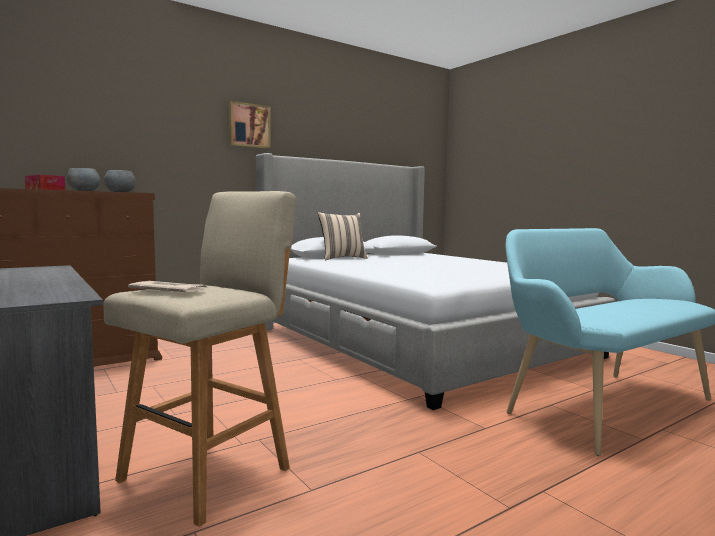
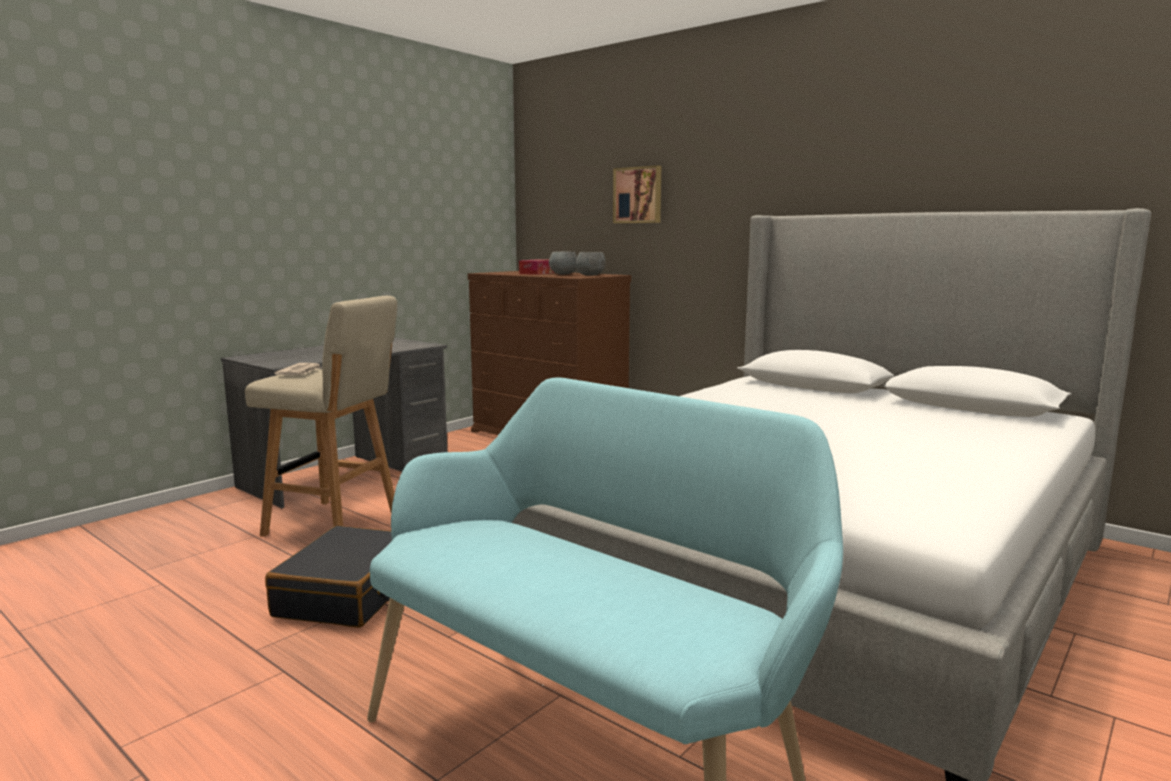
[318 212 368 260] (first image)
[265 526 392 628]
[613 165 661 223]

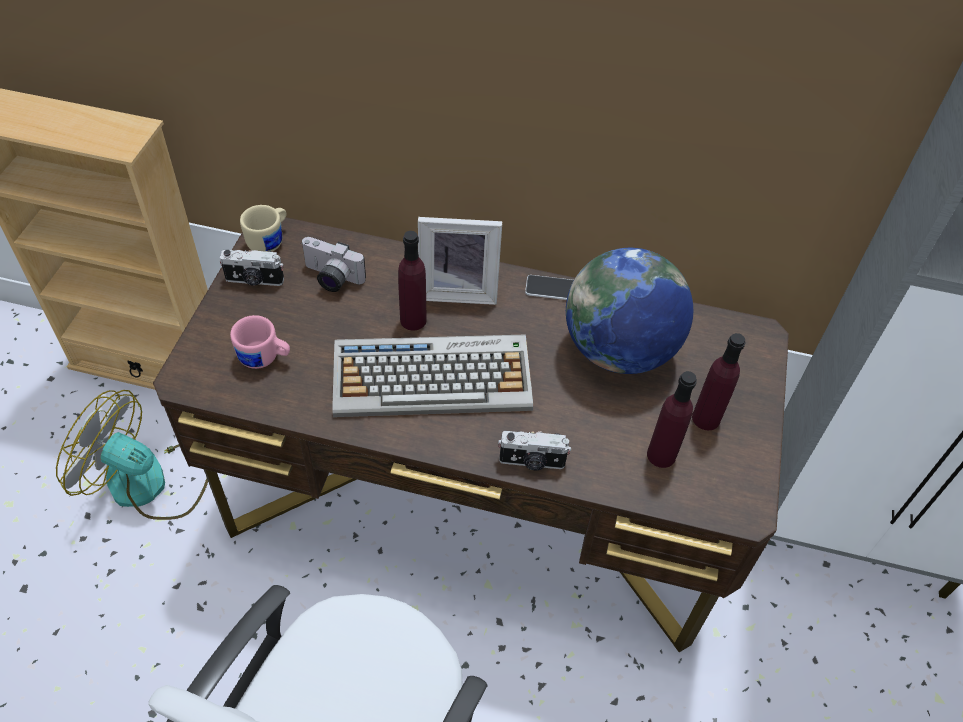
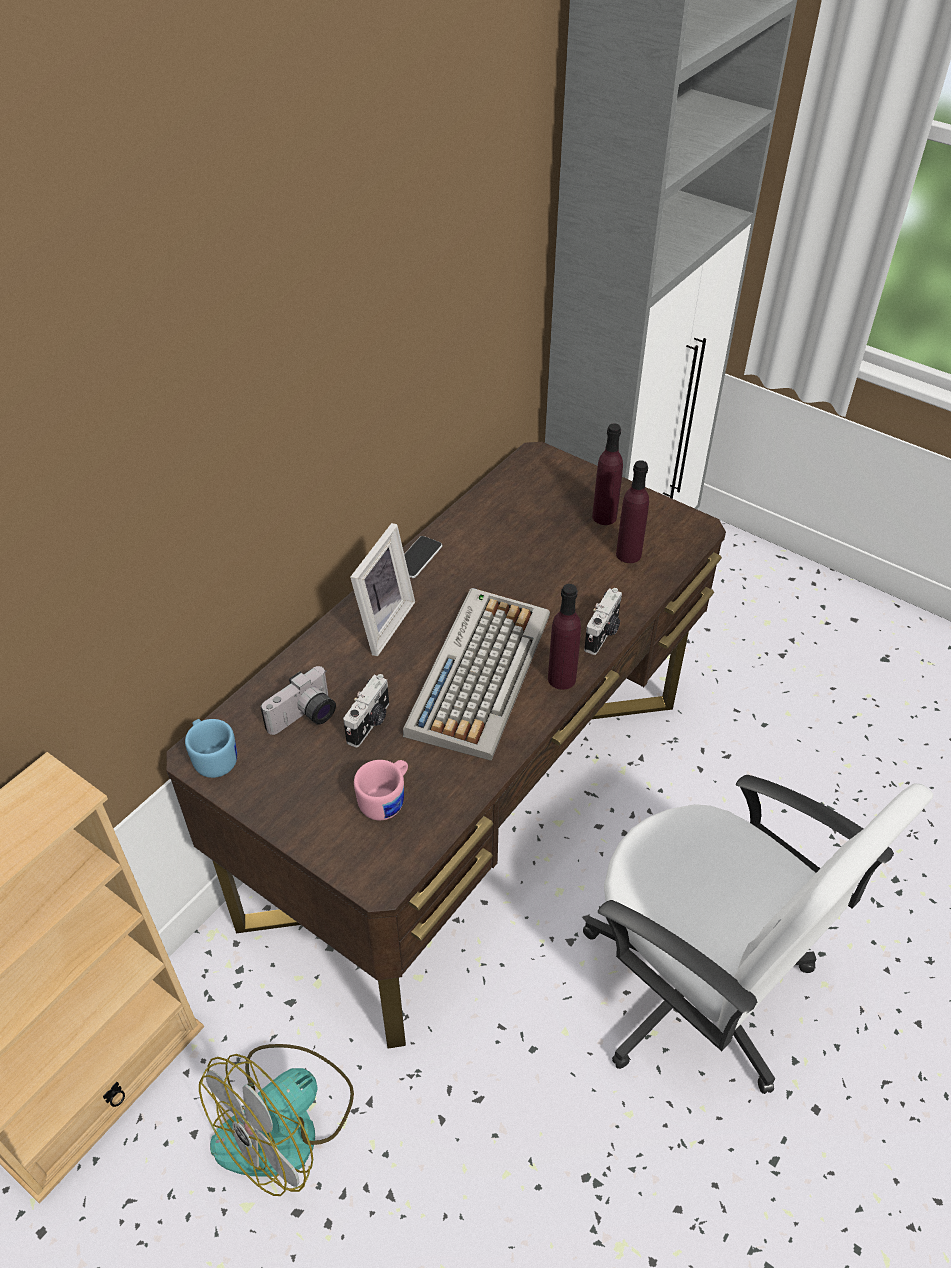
[566 248 693 374] (first image)
[343 674 389 747]
[548 584 581 690]
[185 719 237 778]

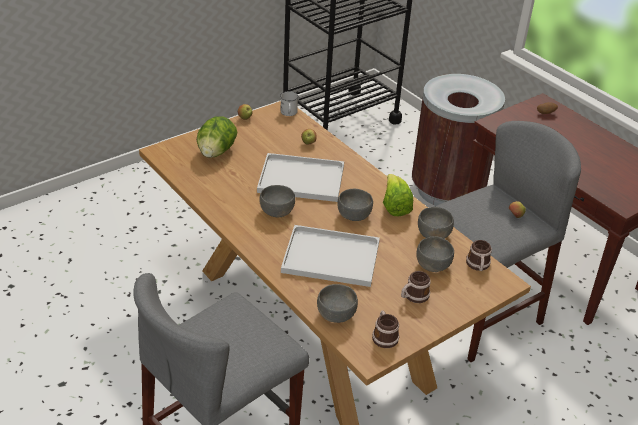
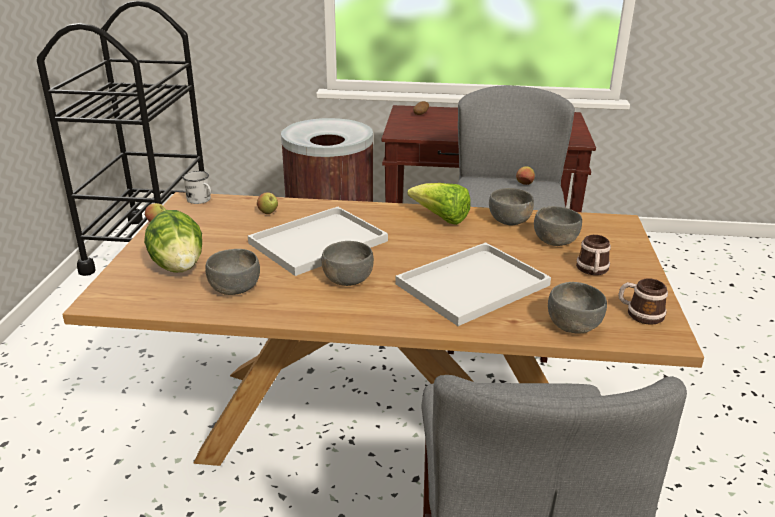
[466 240 492 271] (first image)
[205 249 260 295]

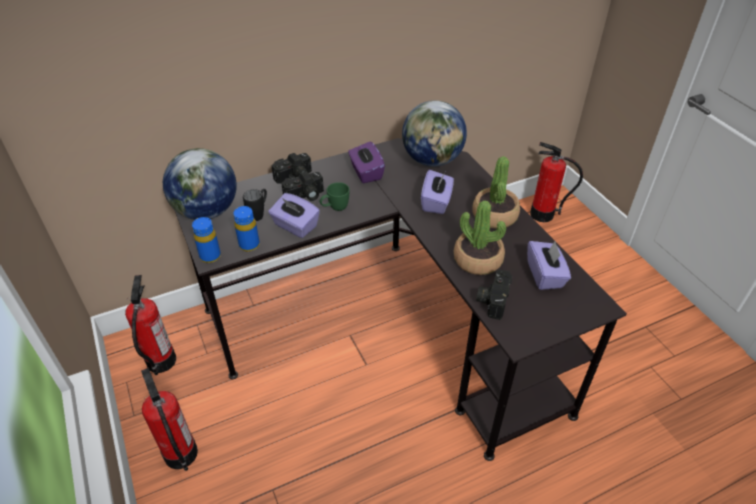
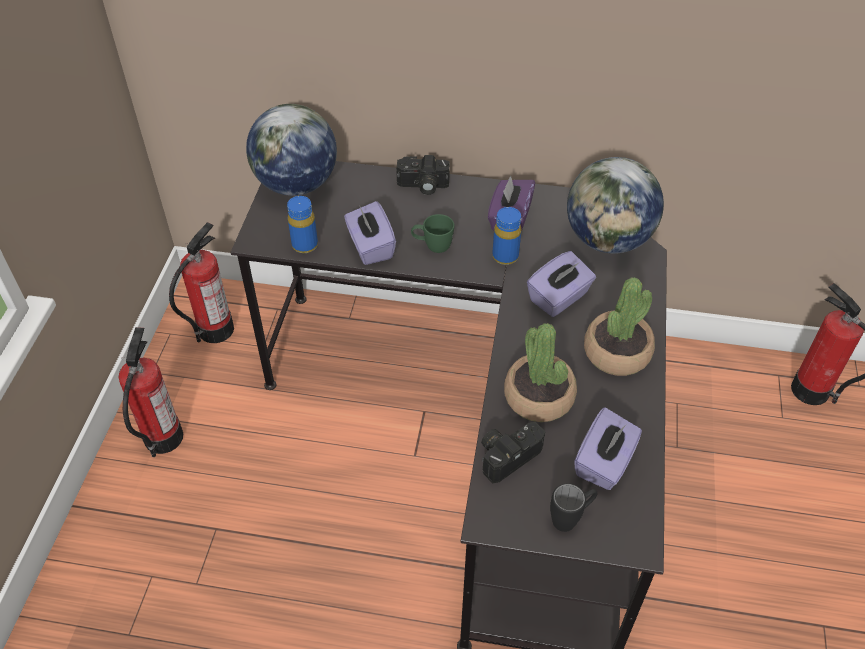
[282 171 324 201] (first image)
[492 207 521 265]
[550 484 597 532]

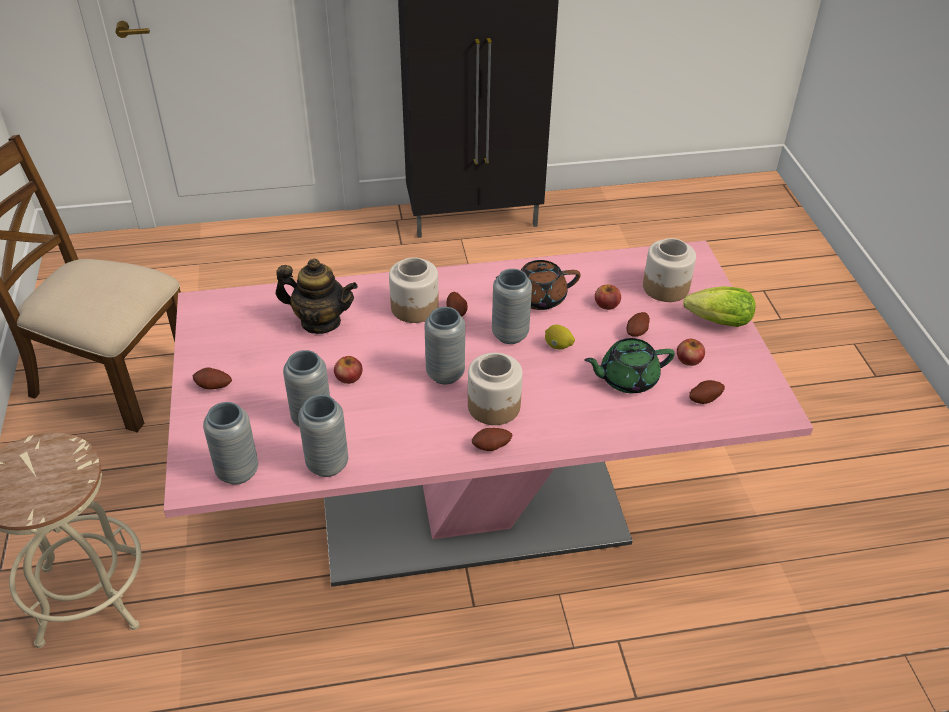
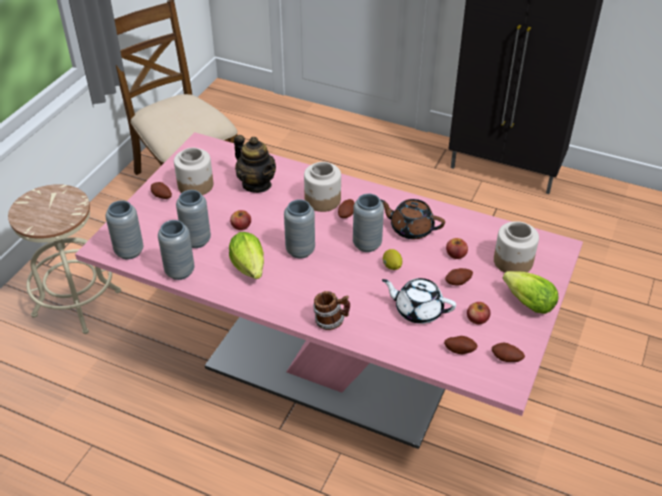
[229 232 264 279]
[313 291 350 330]
[174 148 213 195]
[492 343 525 362]
[382 278 456 324]

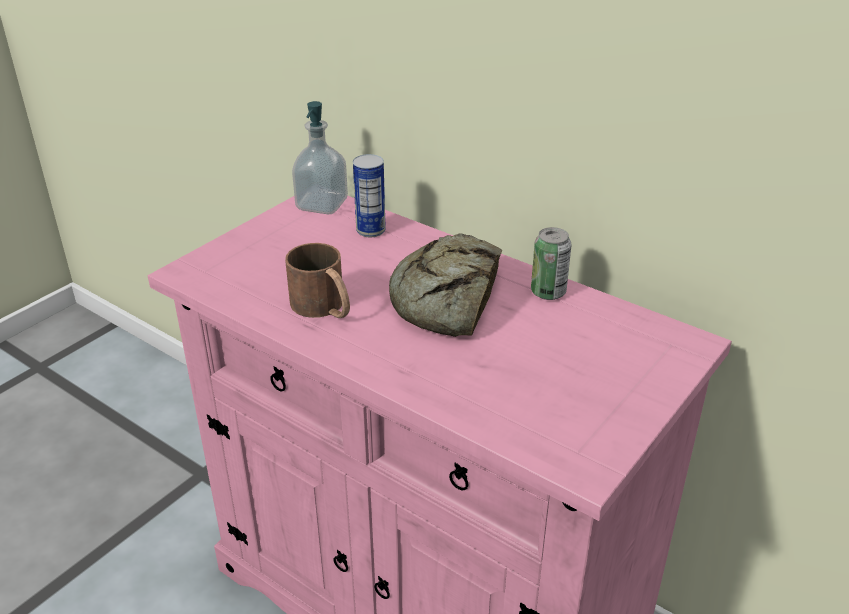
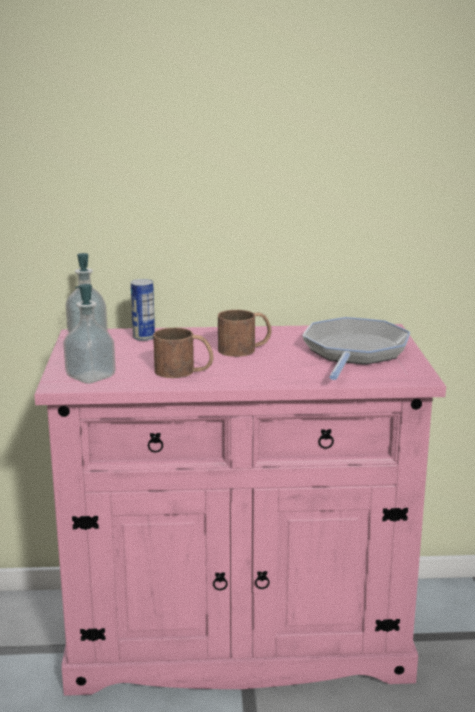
[531 227 572 300] (first image)
[63 284 116 384]
[302 317 410 380]
[218 310 272 357]

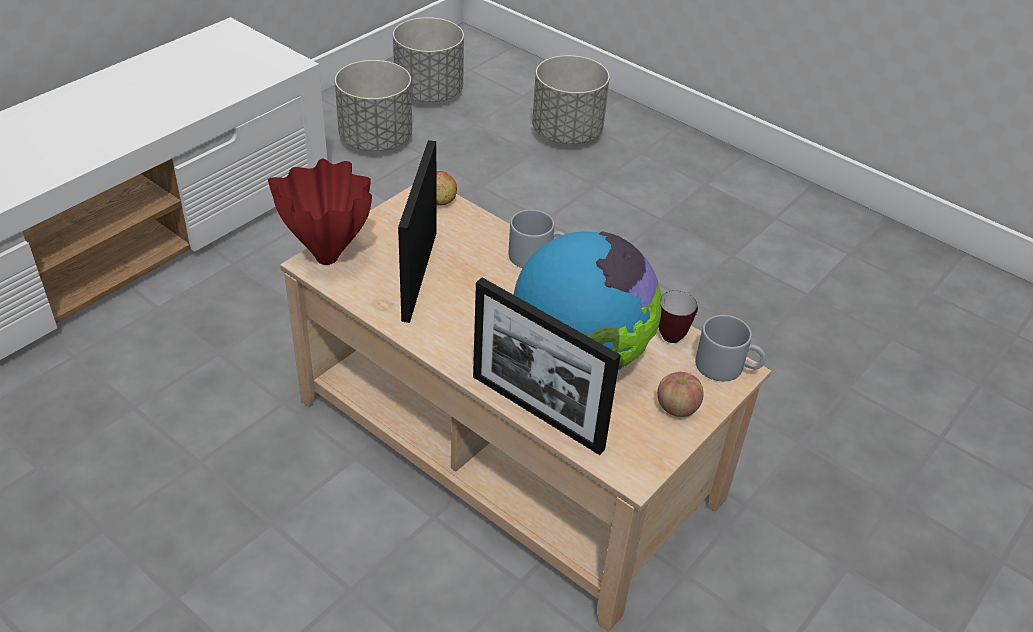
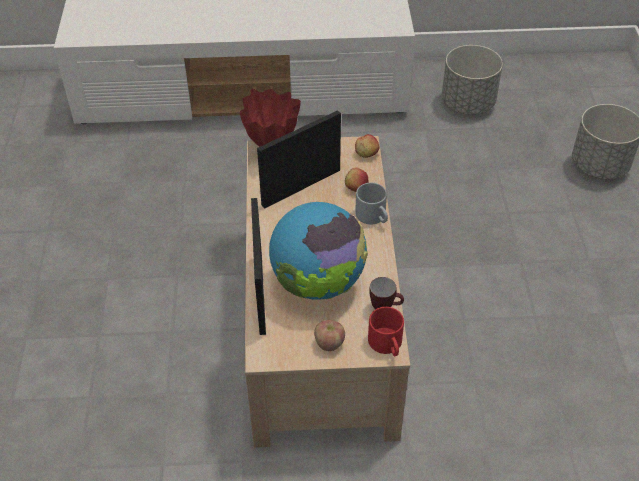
[393 17 464 102] (first image)
[345 167 368 192]
[368 307 404 356]

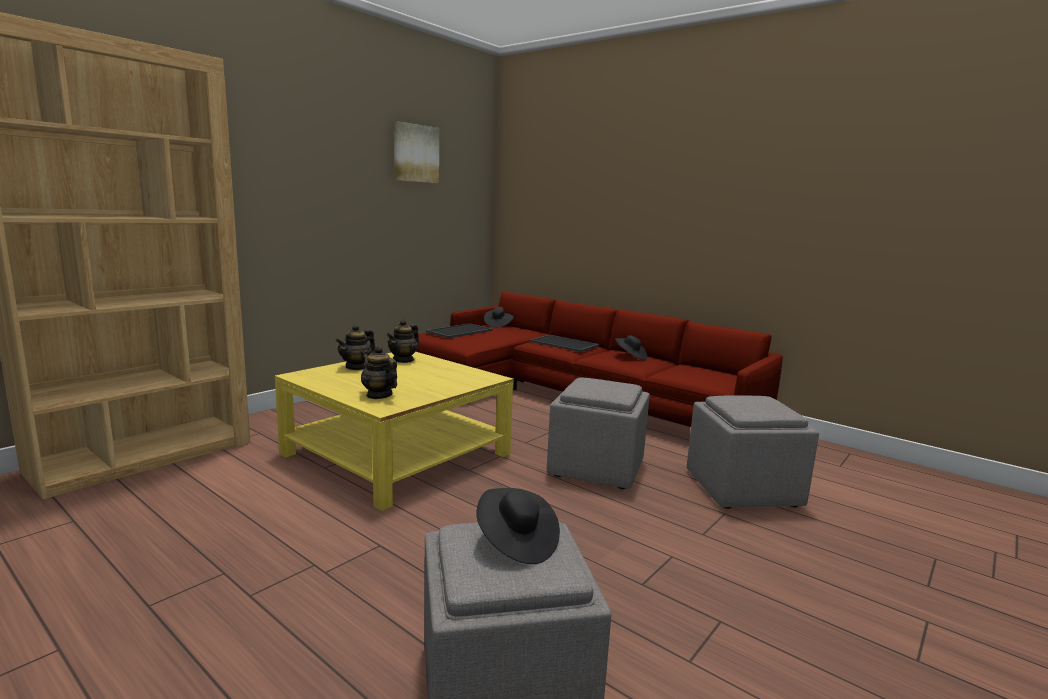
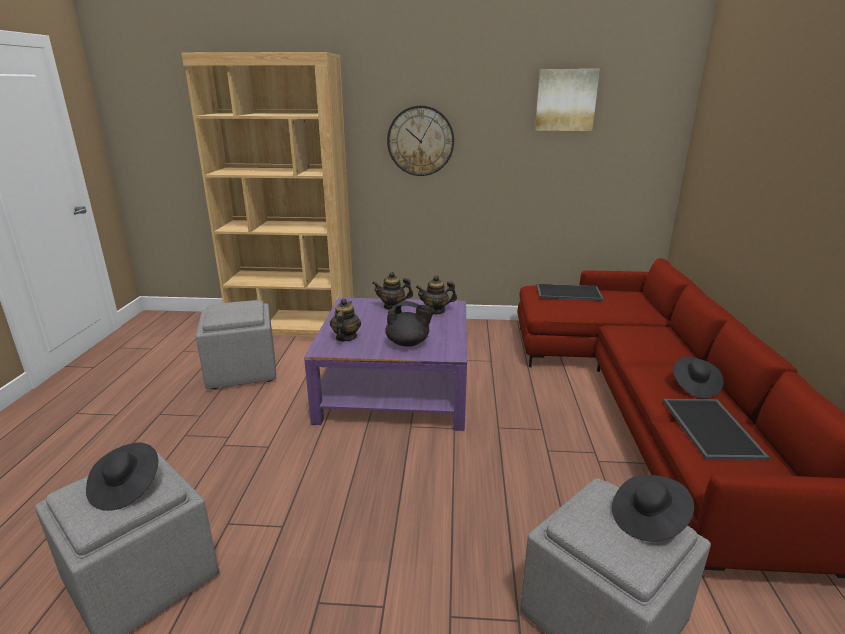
[385 301 434 347]
[387 105 454 176]
[612 475 694 542]
[663 399 770 460]
[196 300 276 389]
[304 298 467 431]

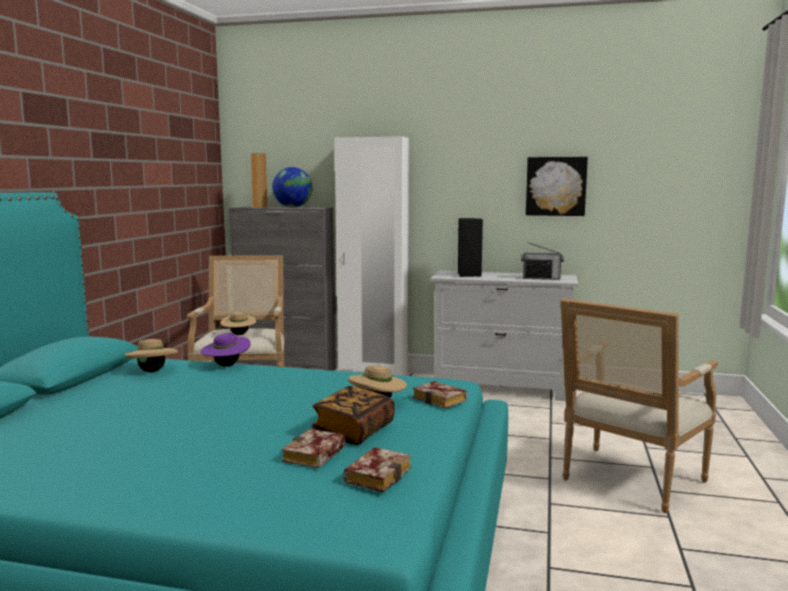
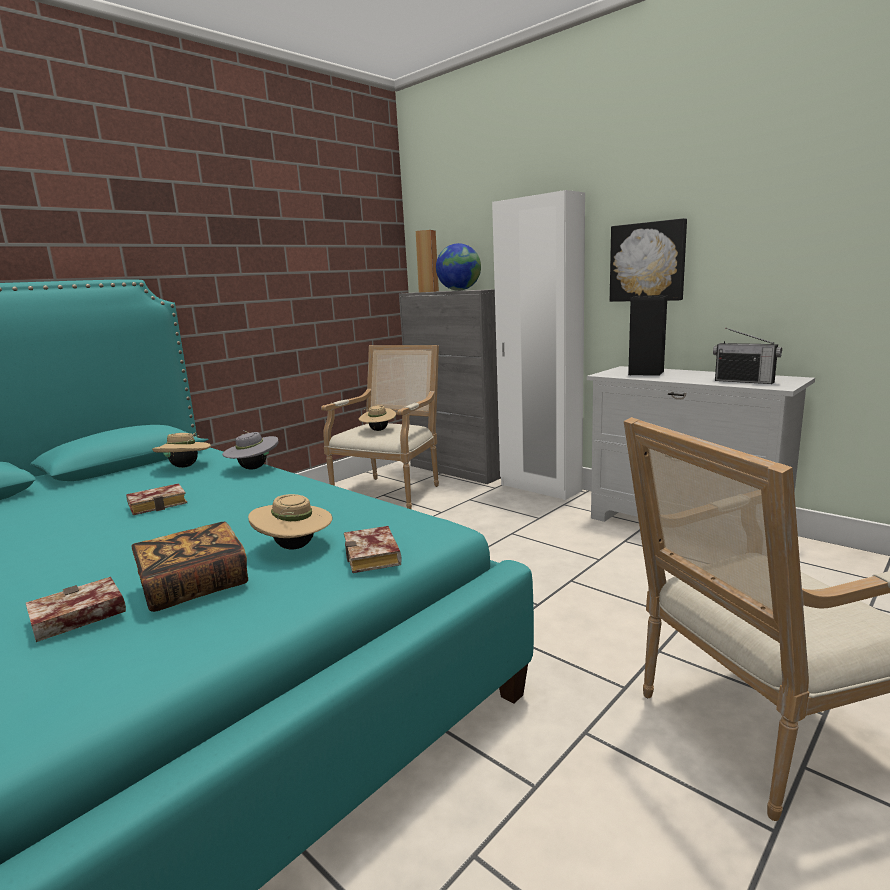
[126 483 187 515]
[610 218 687 302]
[222 431 279 470]

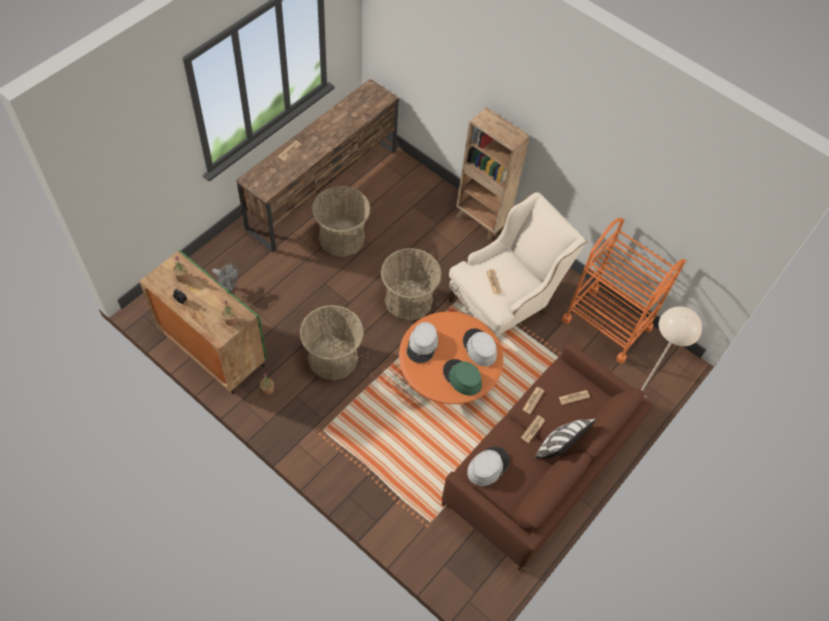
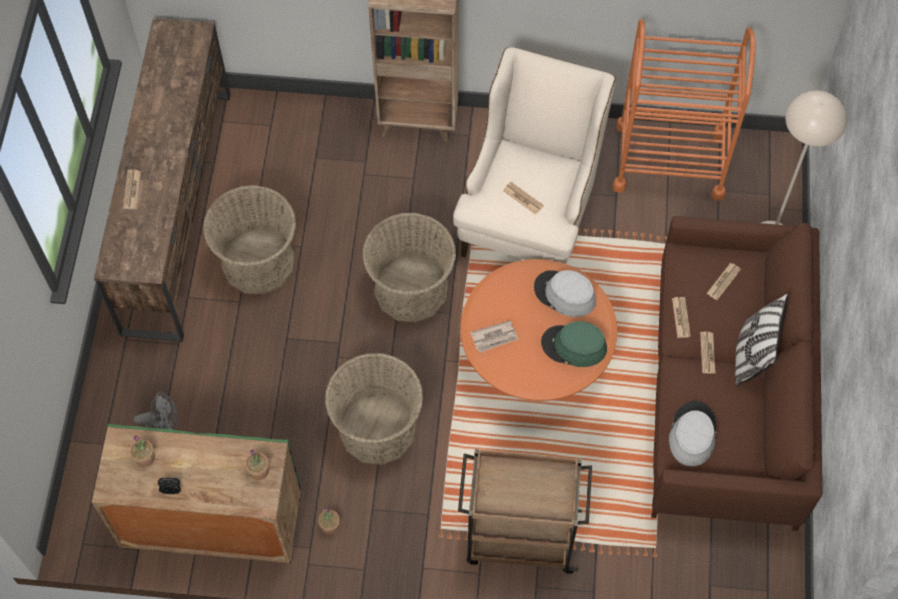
[458 449 592 574]
[470 321 518 353]

